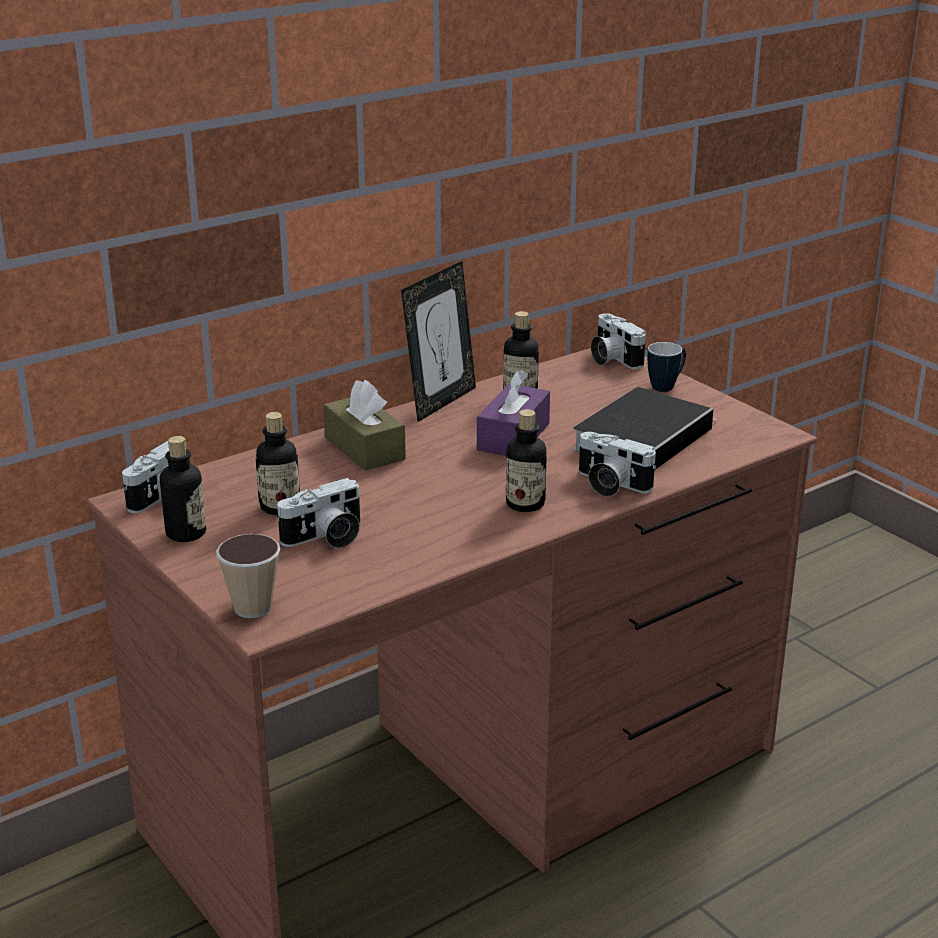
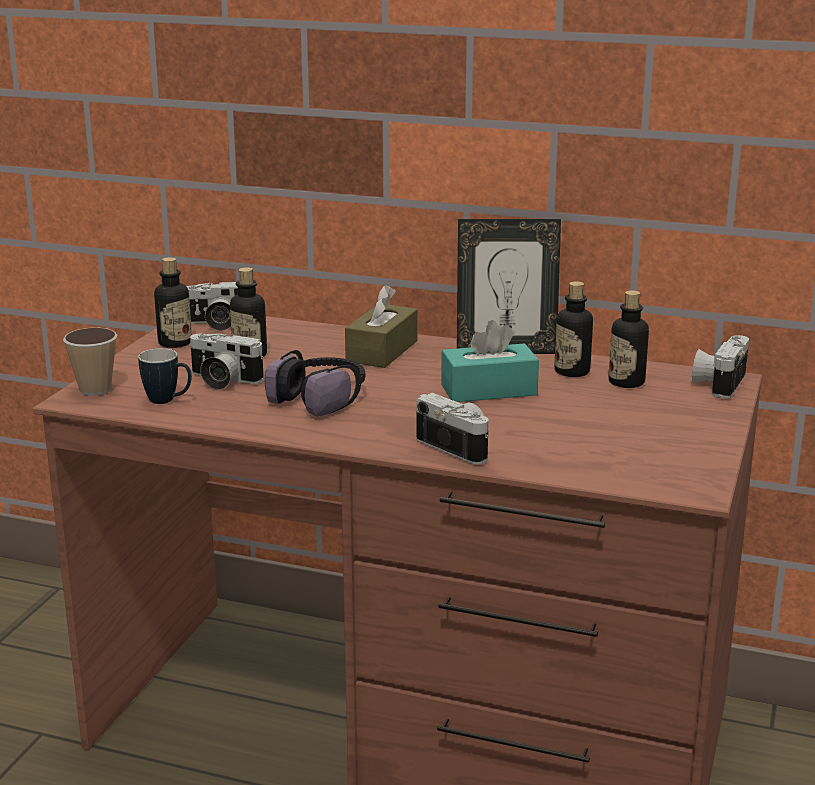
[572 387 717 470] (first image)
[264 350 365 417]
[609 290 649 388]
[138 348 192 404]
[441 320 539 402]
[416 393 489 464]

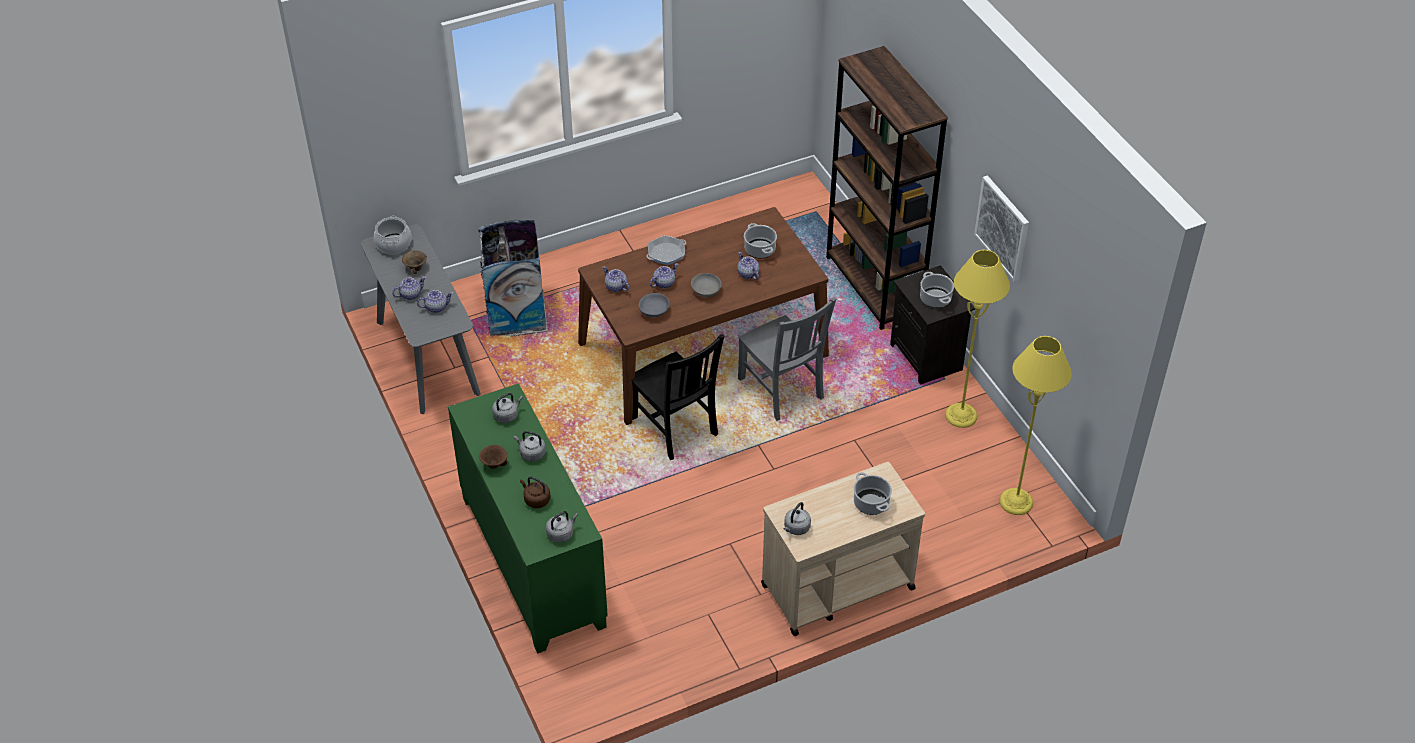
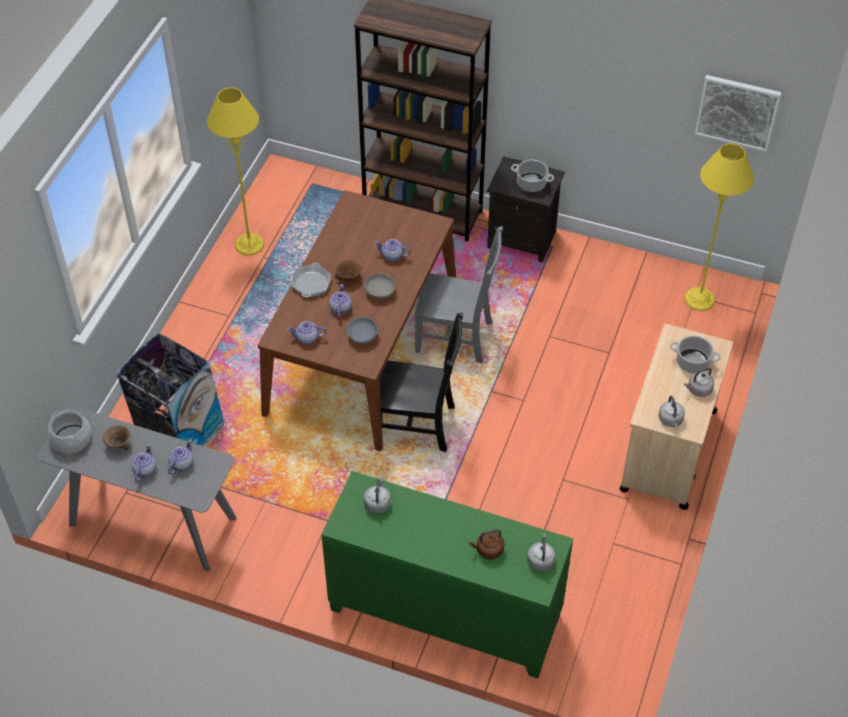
[744 223 777 259] (first image)
[335 260 361 282]
[684 367 714 397]
[207 88 264 256]
[694 75 782 152]

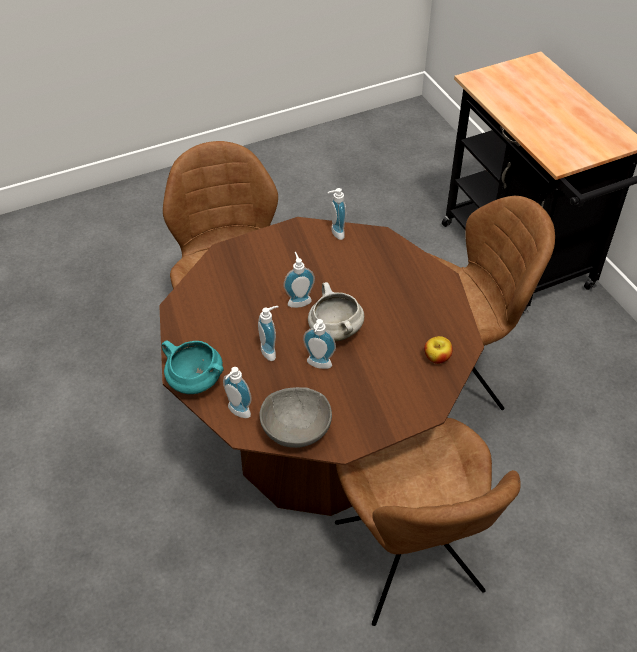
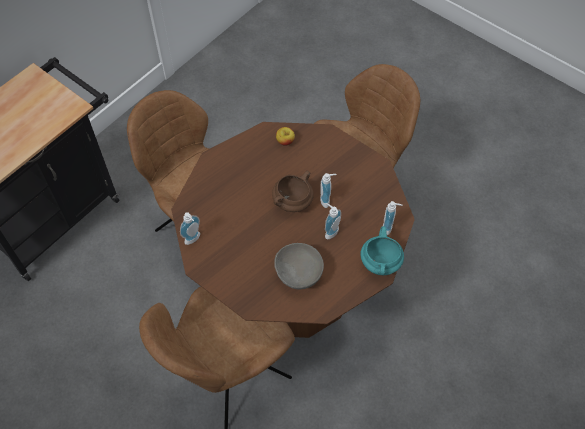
[283 252 315 308] (first image)
[274 243 324 289]
[272 171 314 212]

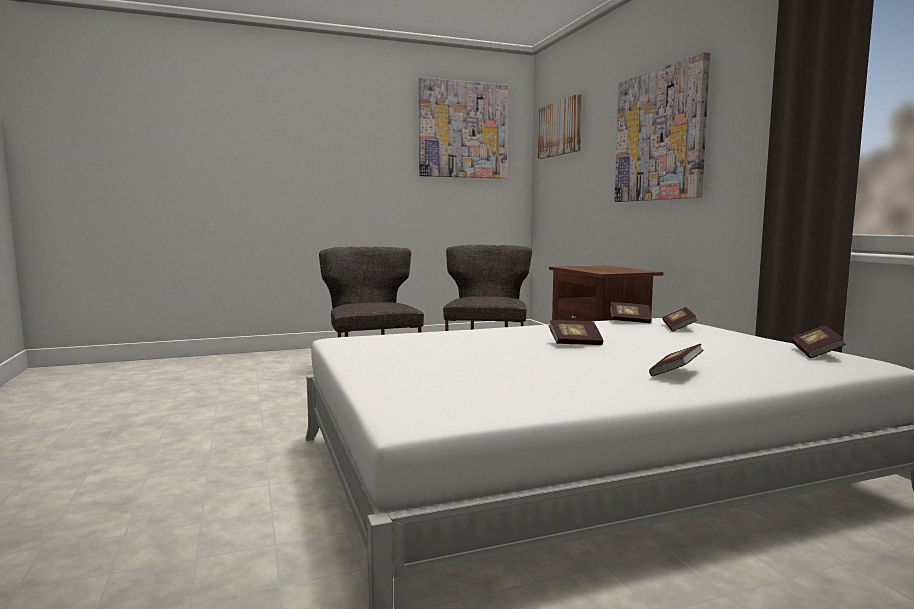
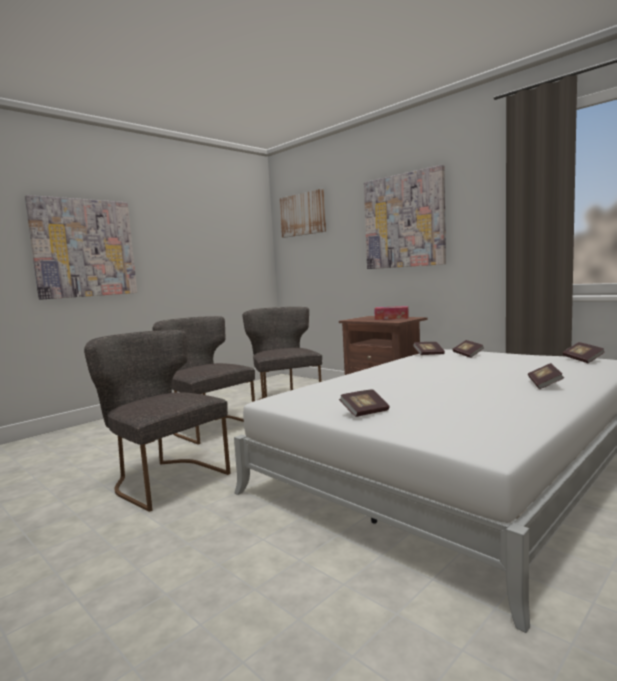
[84 330 231 512]
[374 306 409 320]
[25 195 137 300]
[339 389 389 417]

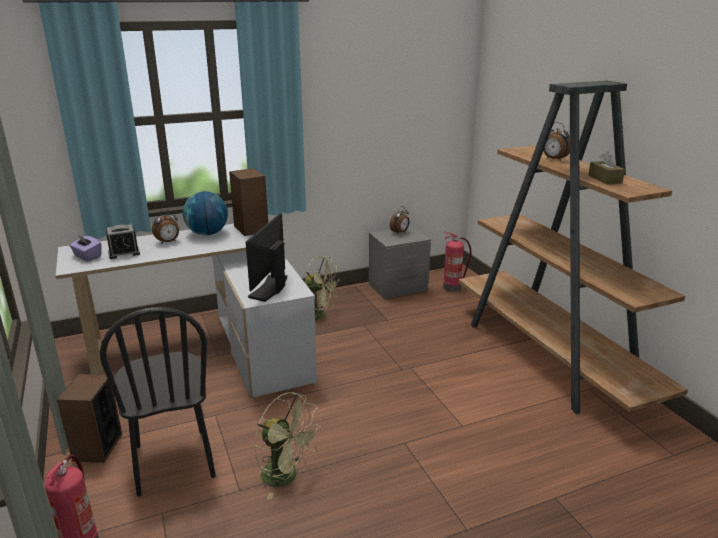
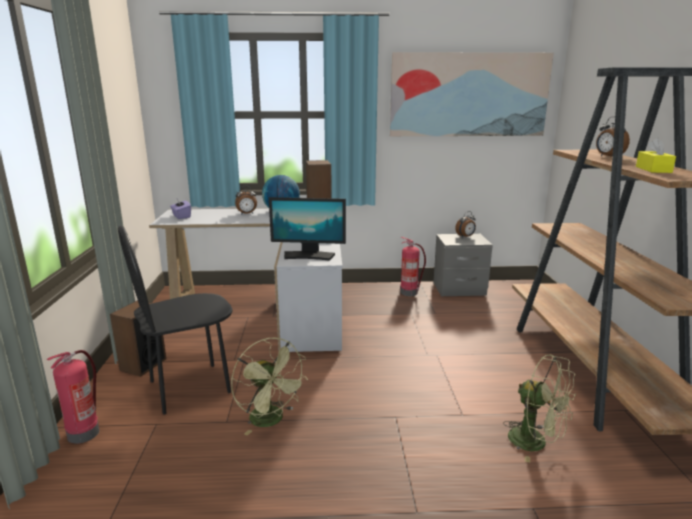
[106 224 140 259] (first image)
[390 52 554 136]
[503 354 576 463]
[400 237 426 296]
[636 137 676 173]
[118 225 233 414]
[269 197 346 261]

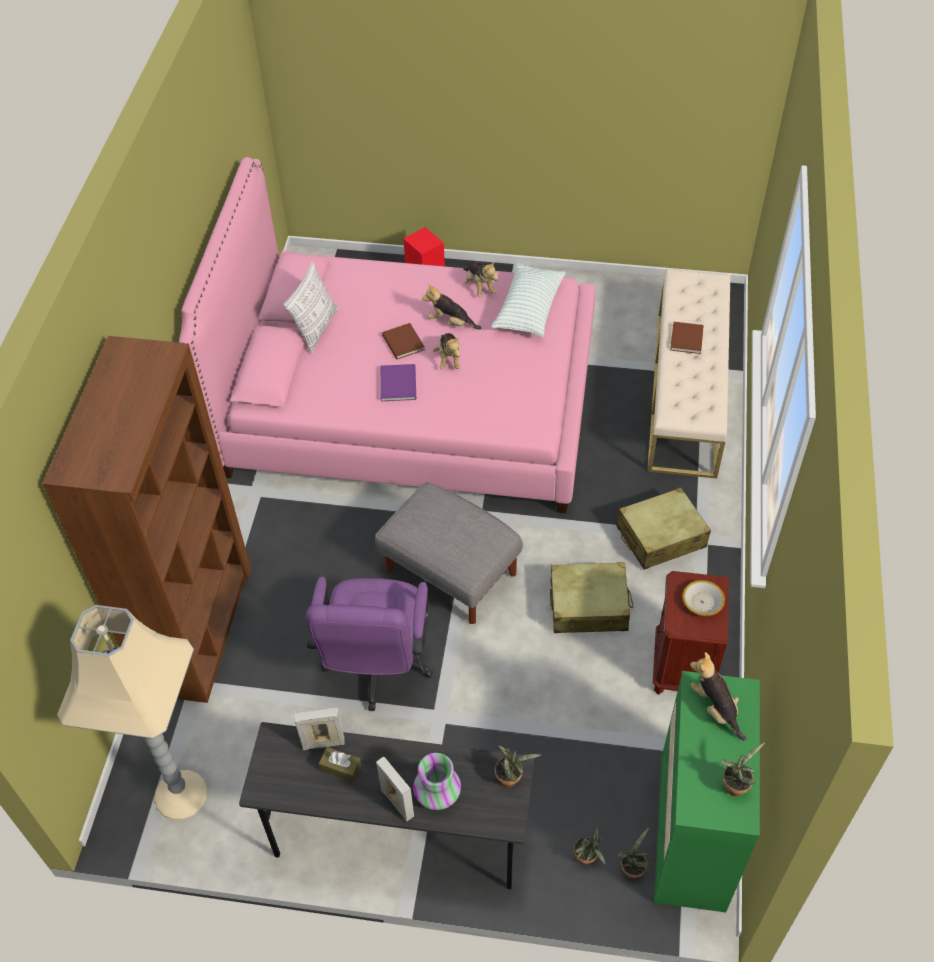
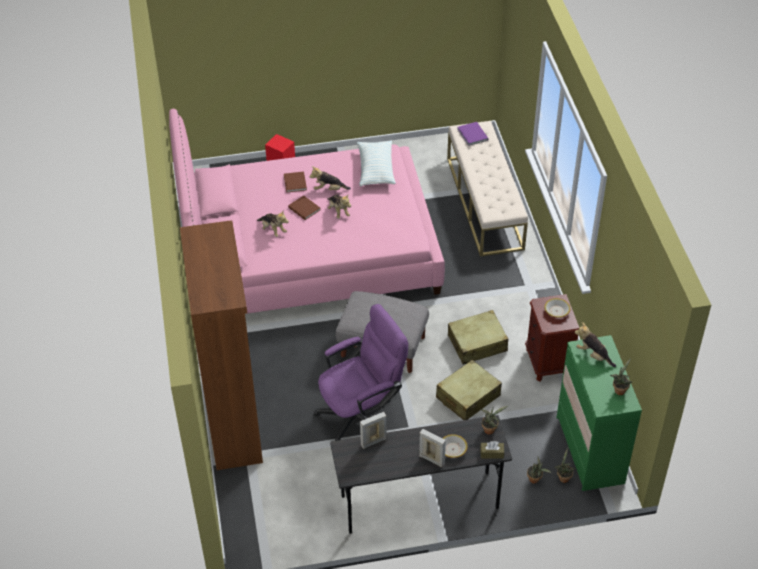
[57 605 208 820] (first image)
[283 261 339 354] (first image)
[480 441 504 459]
[457 122 489 146]
[257 210 289 237]
[436 360 502 420]
[284 171 307 193]
[443 434 468 458]
[314 304 408 441]

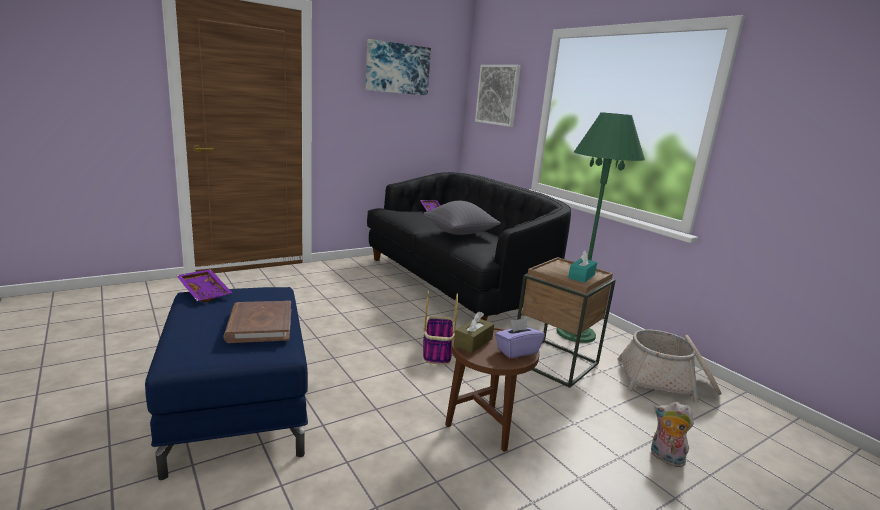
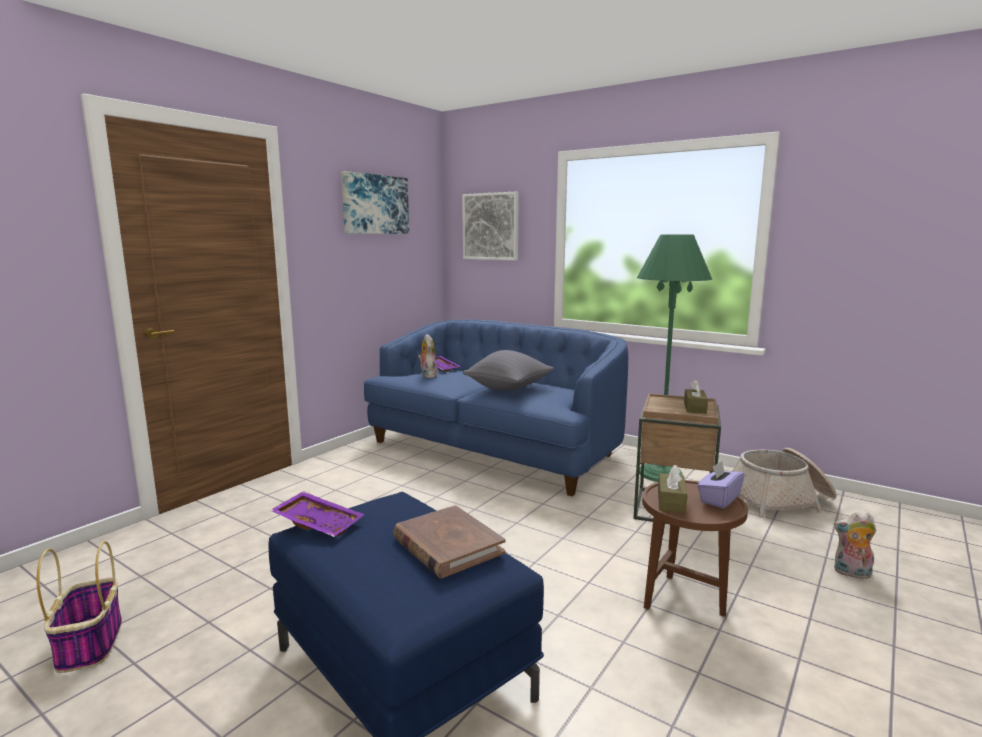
[418 334 437 378]
[37 541 122 673]
[364 320 628 496]
[684 379 708 414]

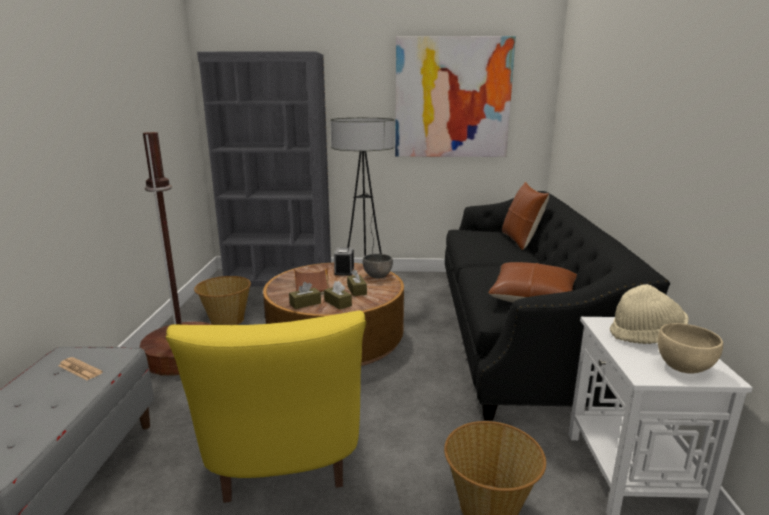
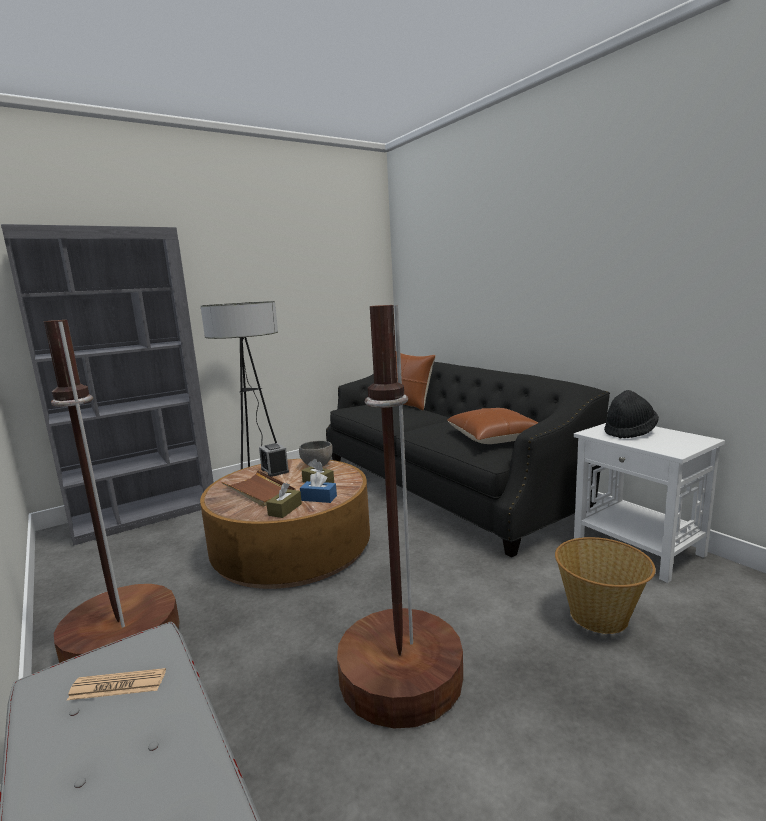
[194 276 251 325] (first image)
[395 36 516 157] (first image)
[658 323 723 374] (first image)
[337 305 463 729]
[300 472 337 503]
[604 390 659 439]

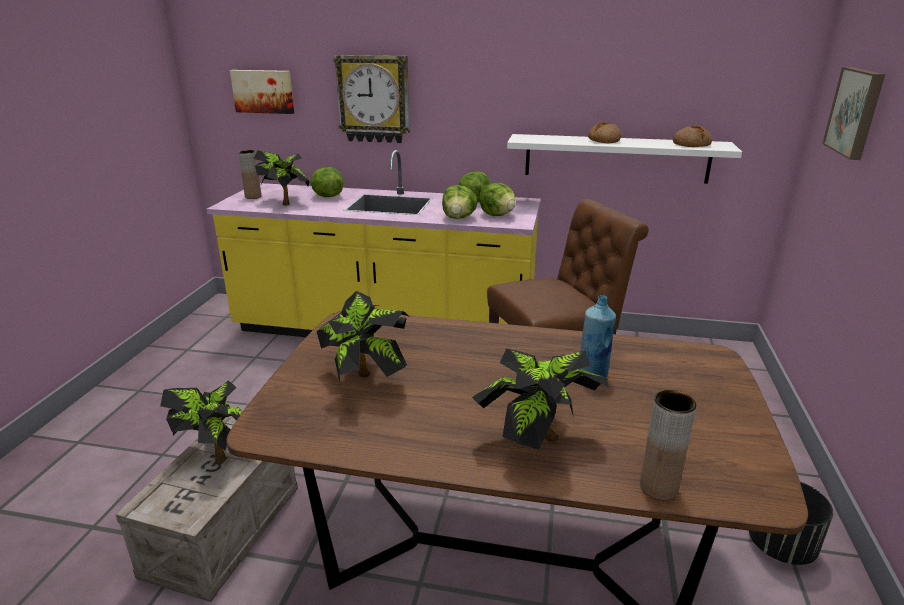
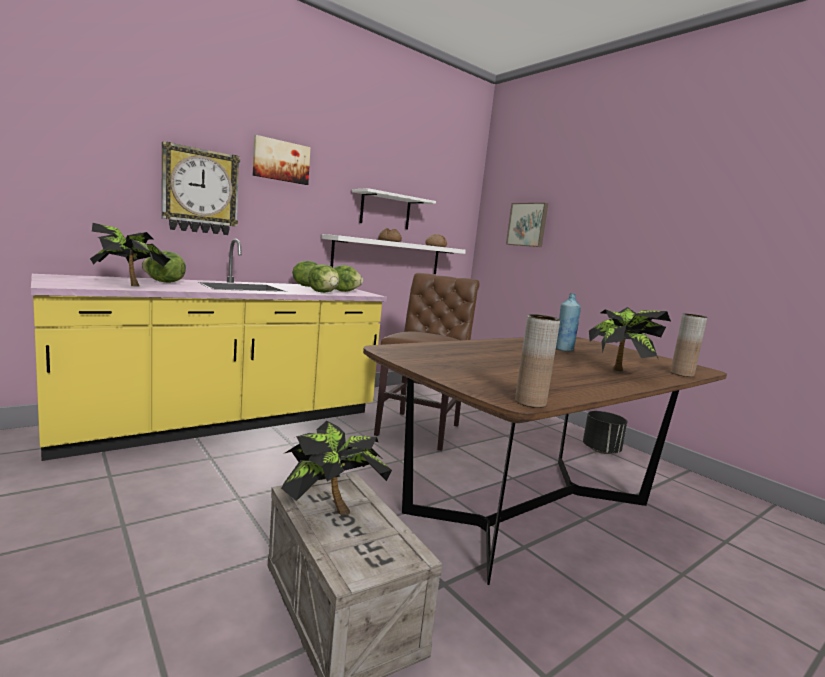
[316 291 409 382] (first image)
[352 188 436 229]
[253 135 311 185]
[515 314 560 408]

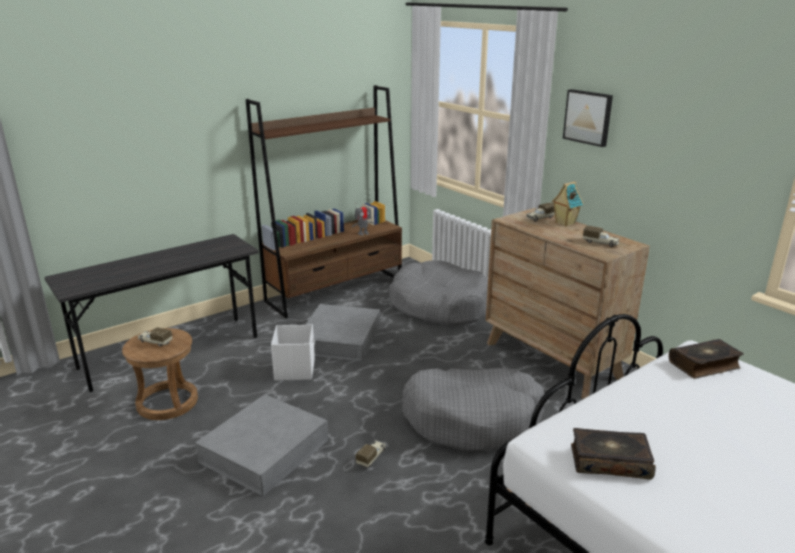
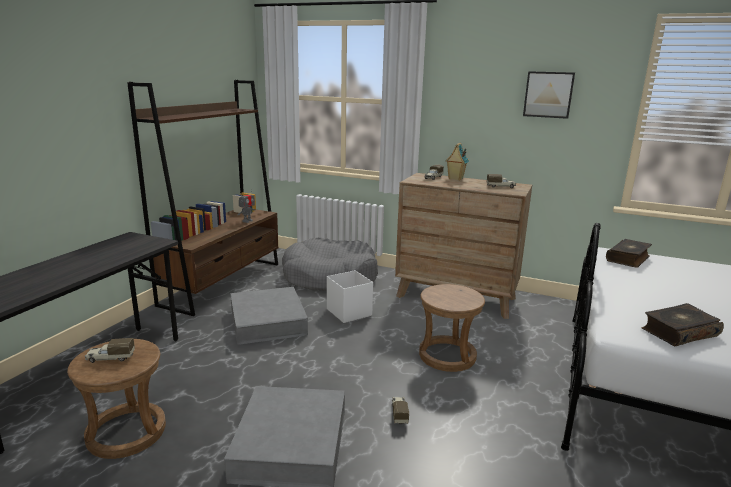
[327 270 373 323]
[523 71 575 119]
[419 284 485 372]

